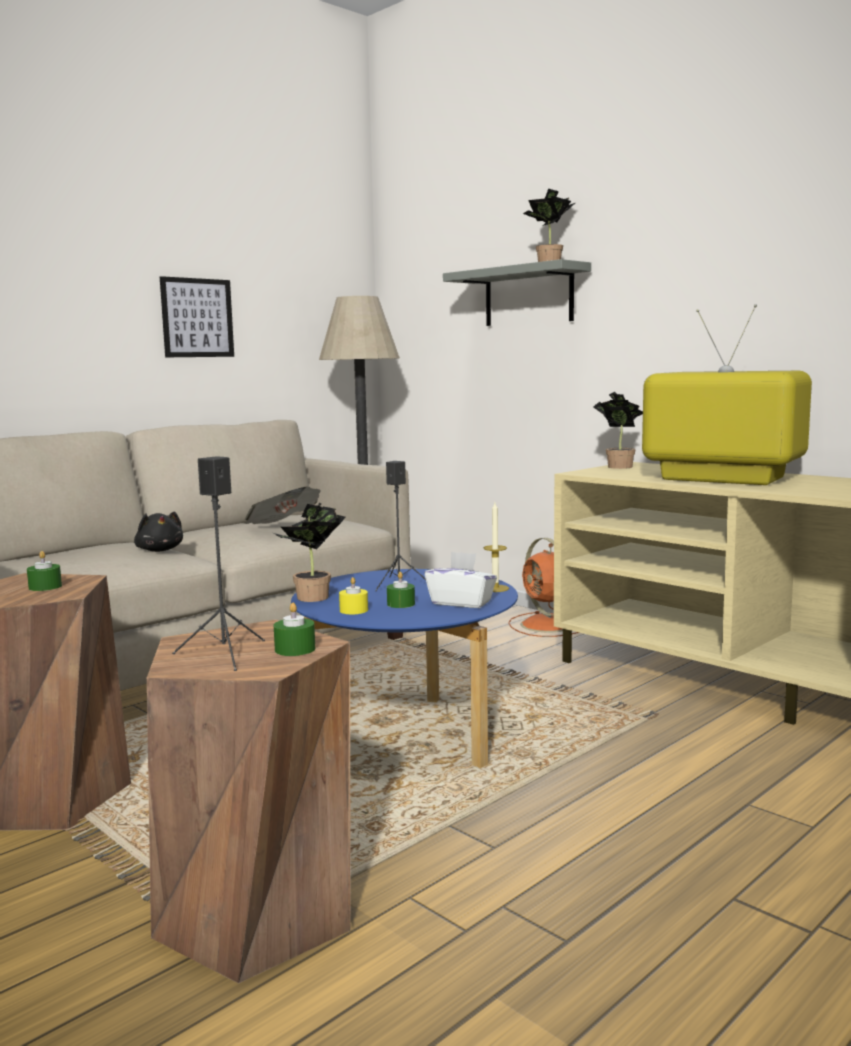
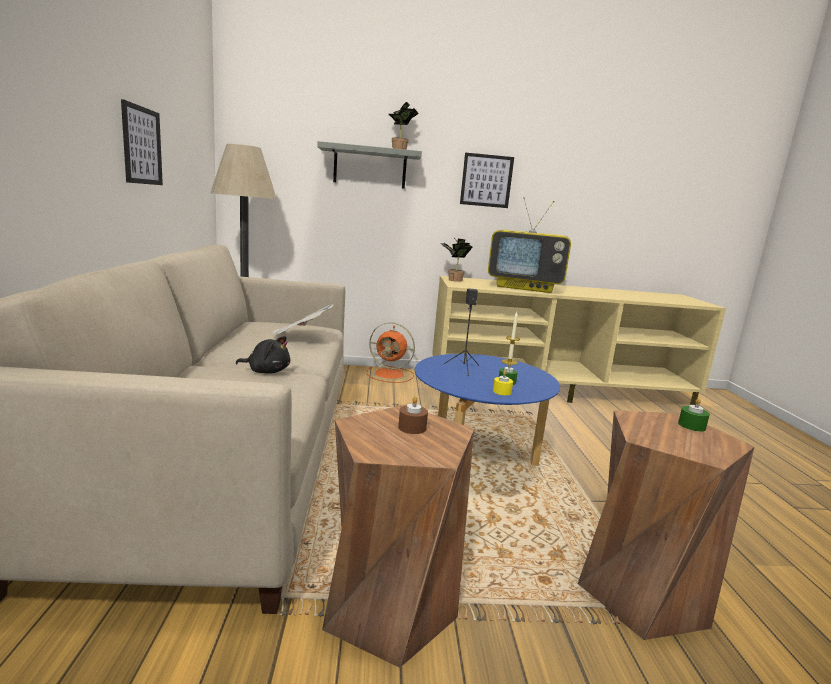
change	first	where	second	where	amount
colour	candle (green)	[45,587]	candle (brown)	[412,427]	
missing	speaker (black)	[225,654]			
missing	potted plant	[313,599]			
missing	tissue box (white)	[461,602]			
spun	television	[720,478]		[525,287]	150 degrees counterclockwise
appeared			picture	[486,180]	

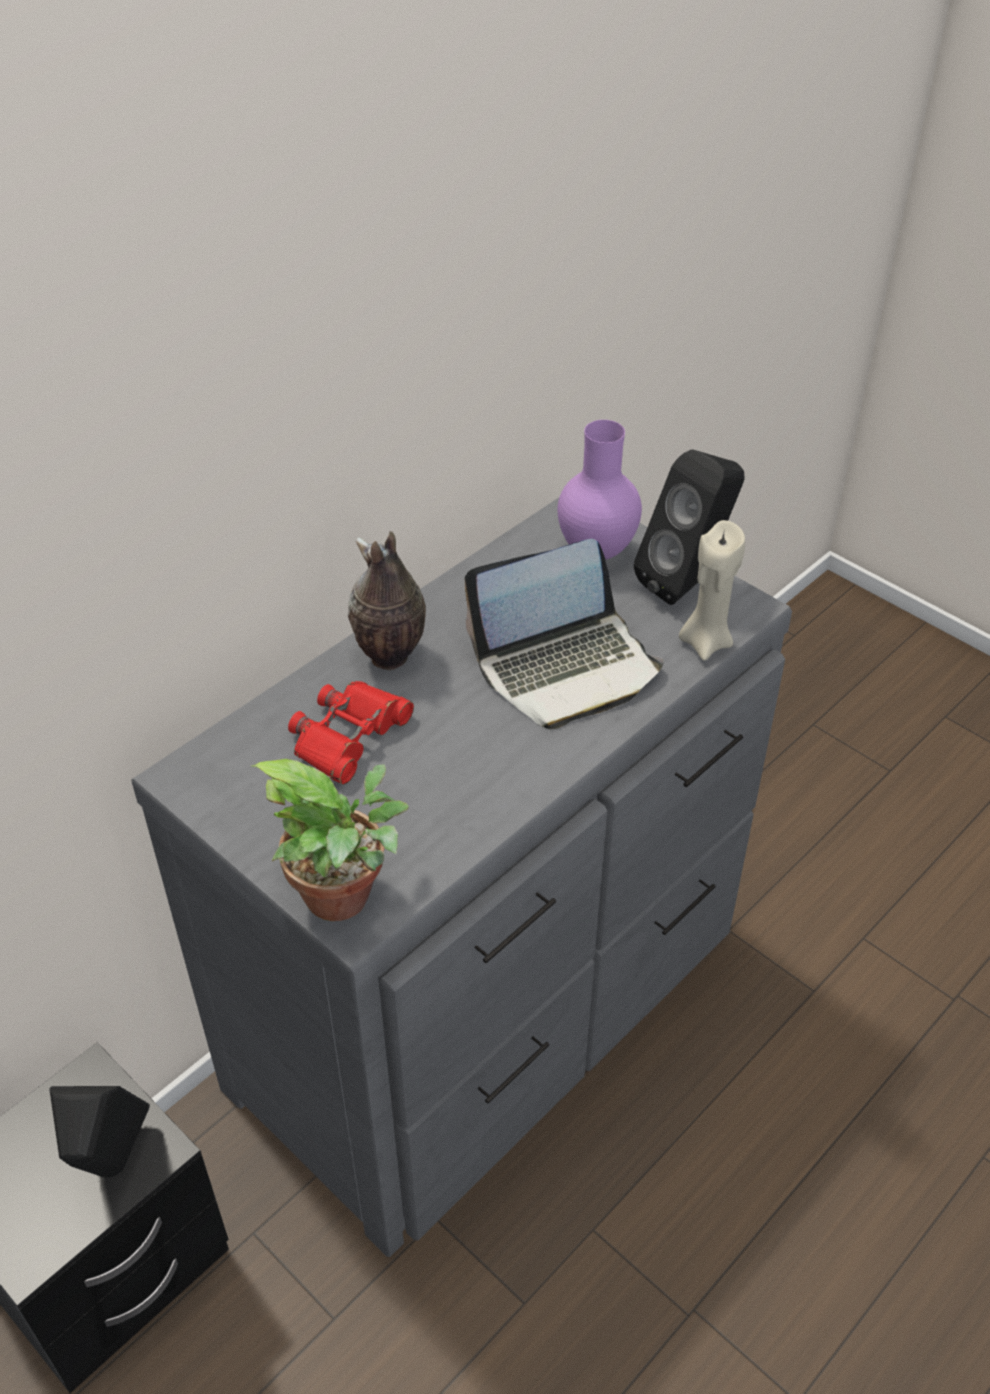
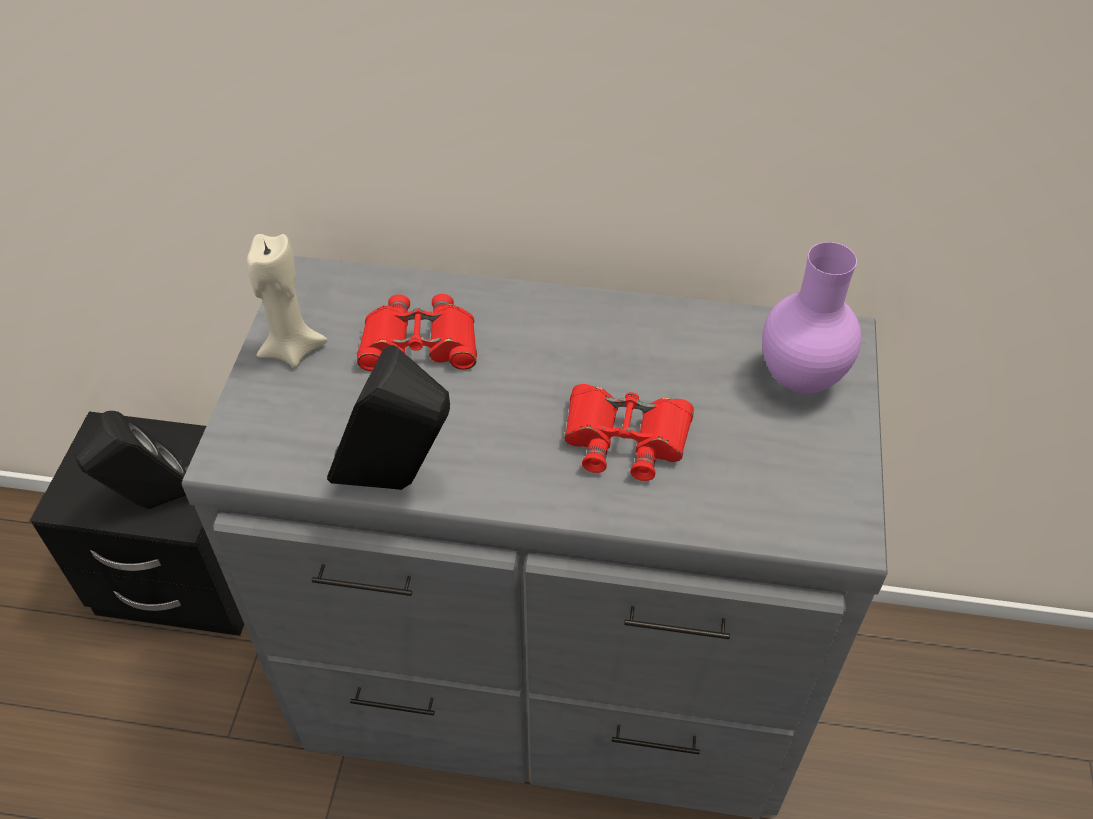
change	first	where	second	where	amount
missing	potted plant	[346,898]			
missing	vase	[389,658]			
exchanged	laptop	[566,667]	binoculars (red)	[625,438]	
relocated	speaker (black)	[687,582]		[398,482]	
relocated	candle (beige)	[705,642]		[292,349]	

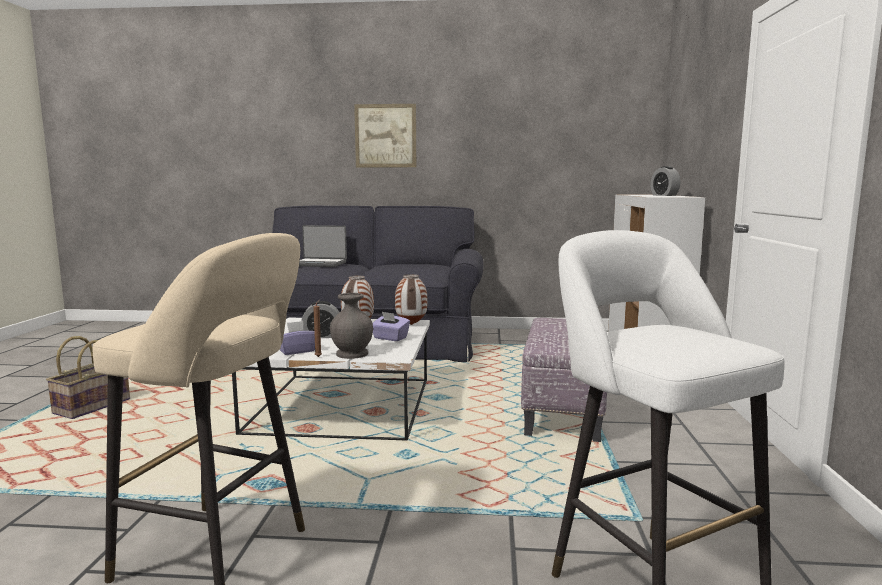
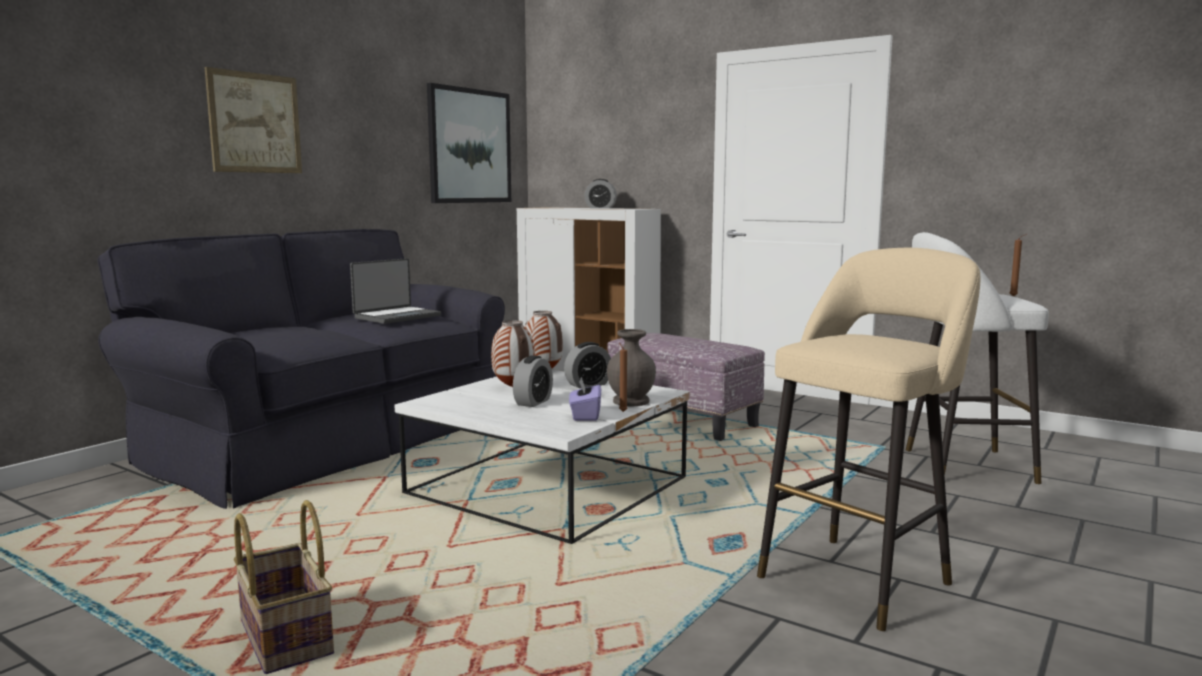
change	first	where	second	where	amount
relocated	laptop	[319,264]		[396,317]	
exchanged	tissue box (purple)	[390,338]	alarm clock	[588,385]	
appeared			picture	[469,146]	
appeared			candle (brown)	[1014,296]	

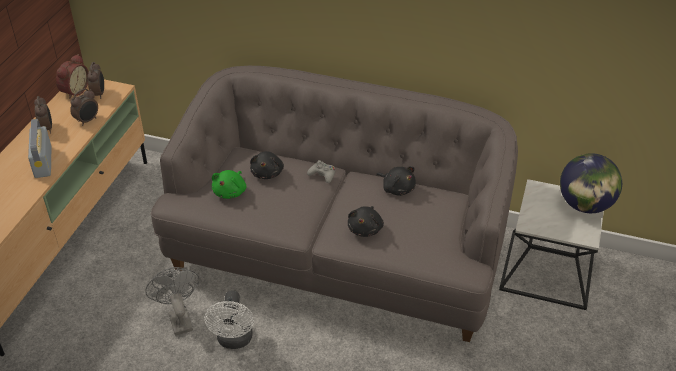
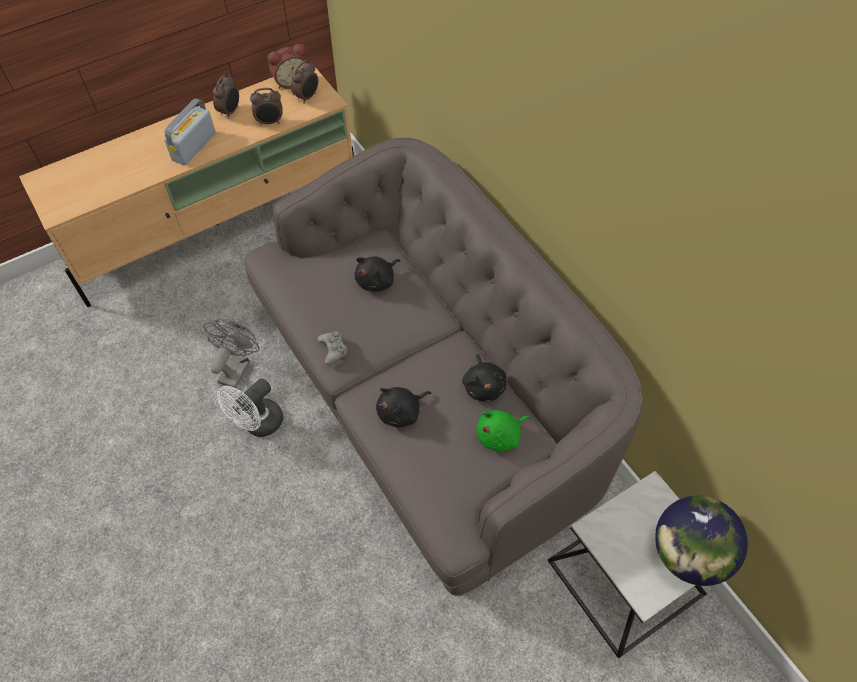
change	first	where	second	where	amount
relocated	plush toy (green)	[230,192]		[500,436]	
relocated	game controller (grey)	[322,175]		[334,350]	

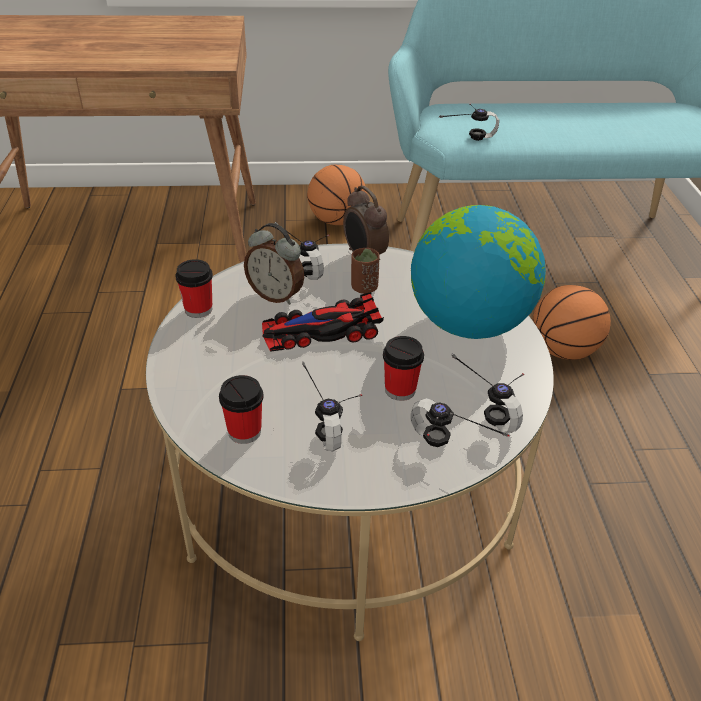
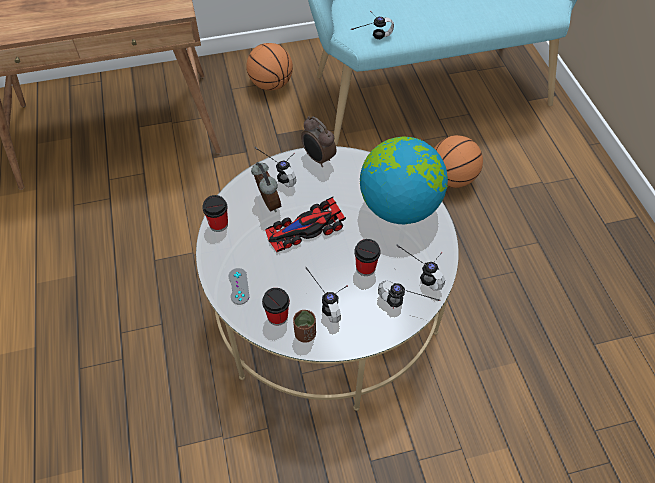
change	first	where	second	where	amount
spun	alarm clock	[276,295]		[267,203]	135 degrees counterclockwise
relocated	cup (brown)	[364,288]		[305,334]	
appeared			game controller (grey)	[238,286]	

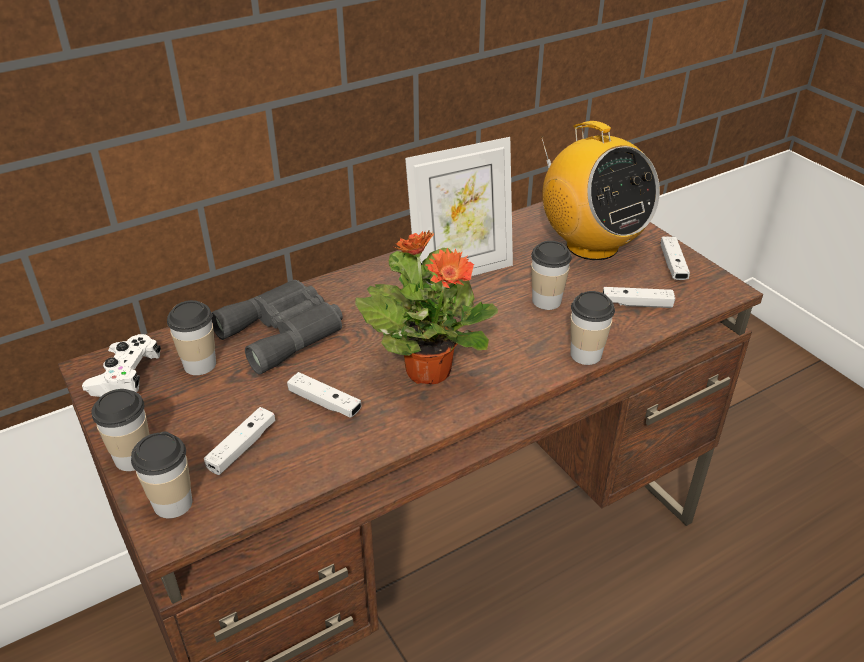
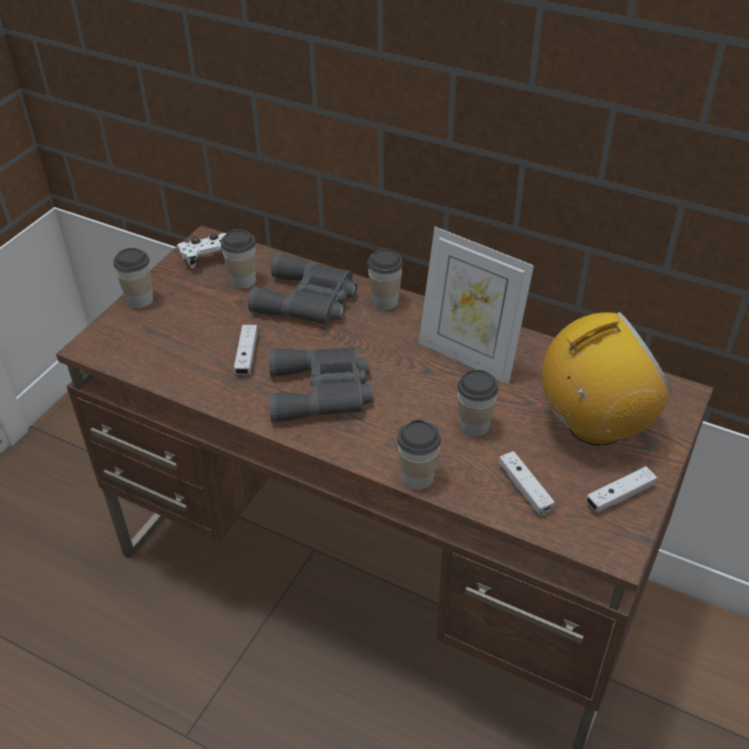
change	first	where	second	where	amount
relocated	cup	[172,503]		[385,301]	
missing	game controller (white)	[242,447]			
exchanged	potted plant	[427,369]	binoculars (grey)	[323,391]	
spun	radio	[591,245]		[594,424]	135 degrees counterclockwise

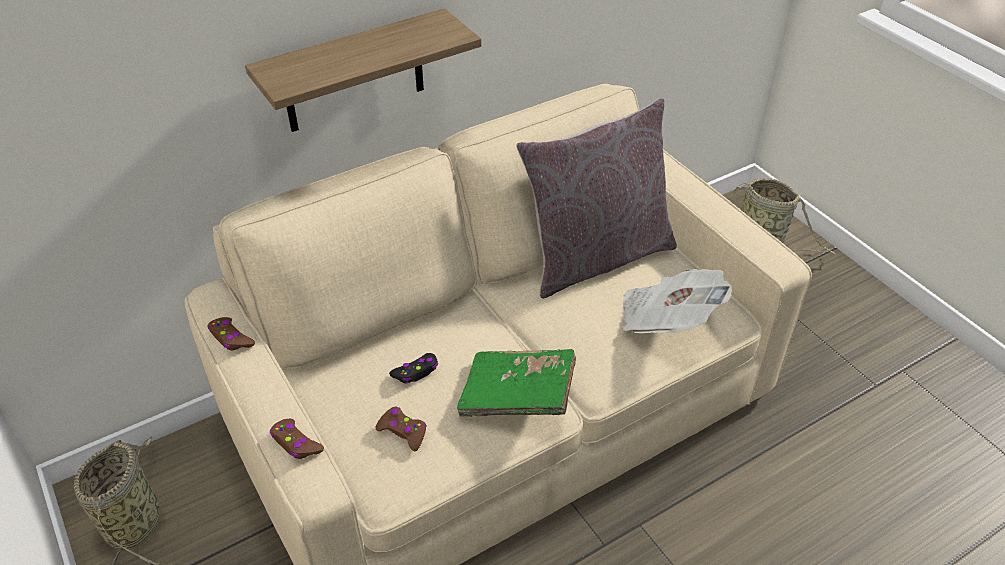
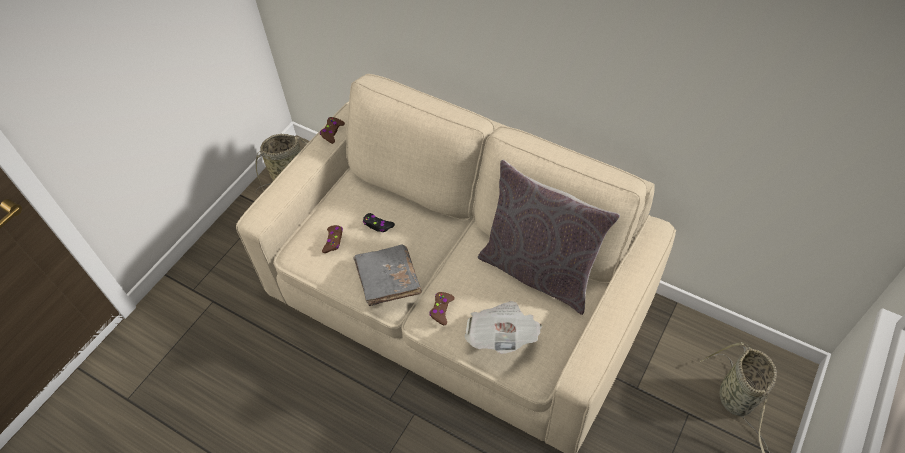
change	first	where	second	where	amount
missing	shelf	[354,73]			
relocated	game controller (brown)	[296,444]		[441,310]	
colour	book (green)	[518,396]	book (grey)	[388,281]	

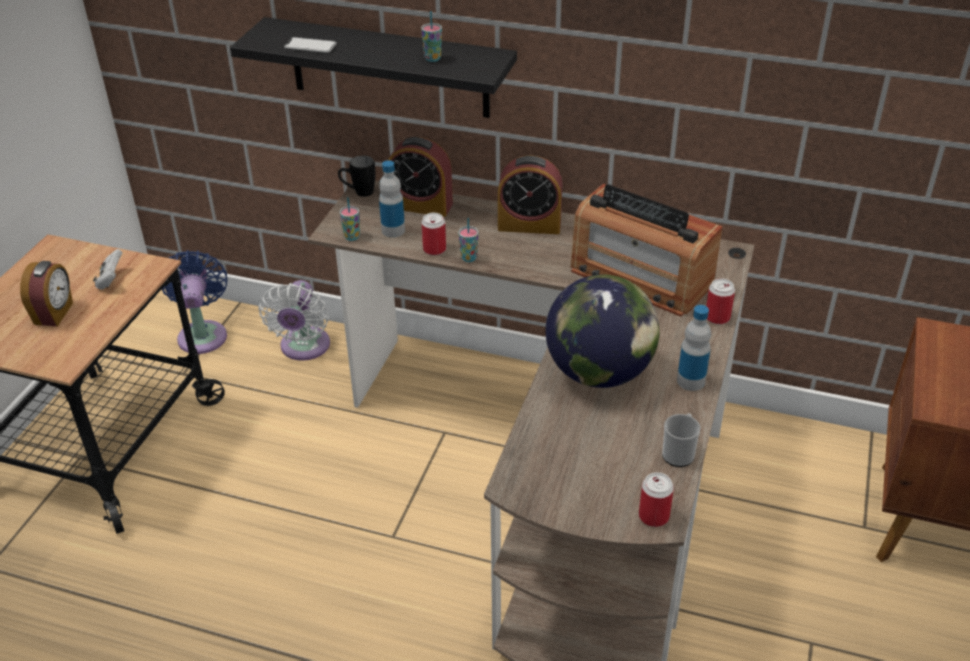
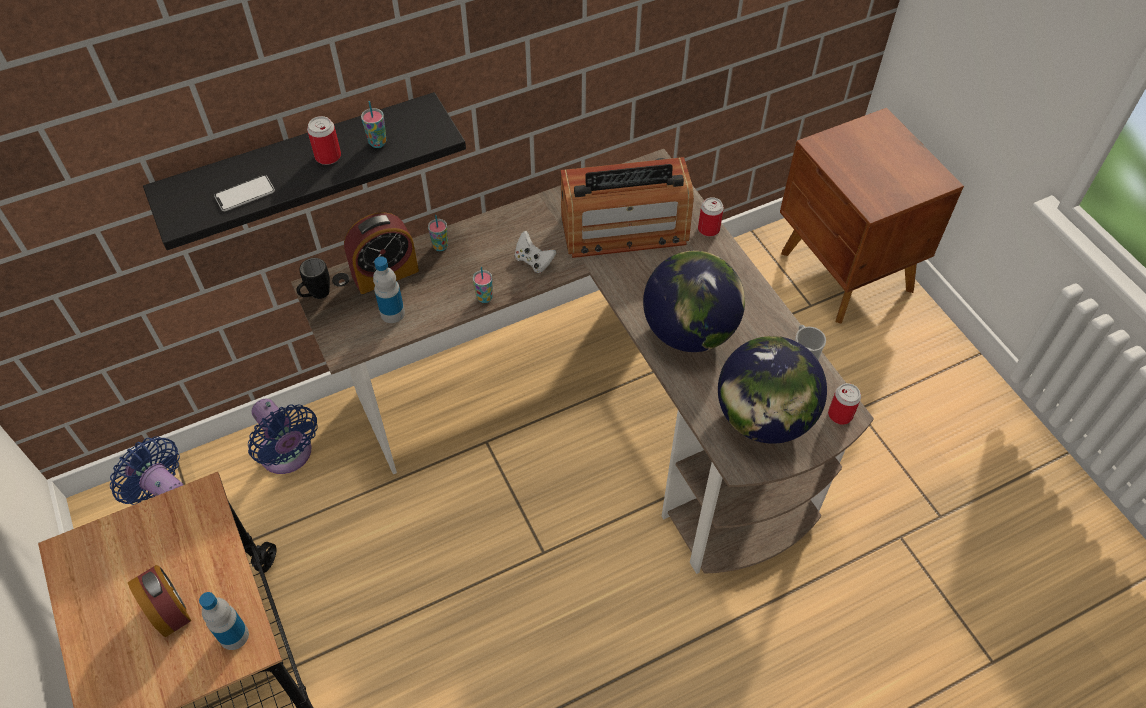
change	first	where	second	where	amount
relocated	game controller (white)	[111,280]		[534,261]	
colour	fan (white)	[303,348]	fan (blue)	[288,455]	
relocated	cup	[352,237]		[440,246]	
relocated	can	[434,249]		[328,156]	
missing	alarm clock	[529,225]			
relocated	bottle	[691,381]		[234,636]	
appeared			globe	[763,418]	

